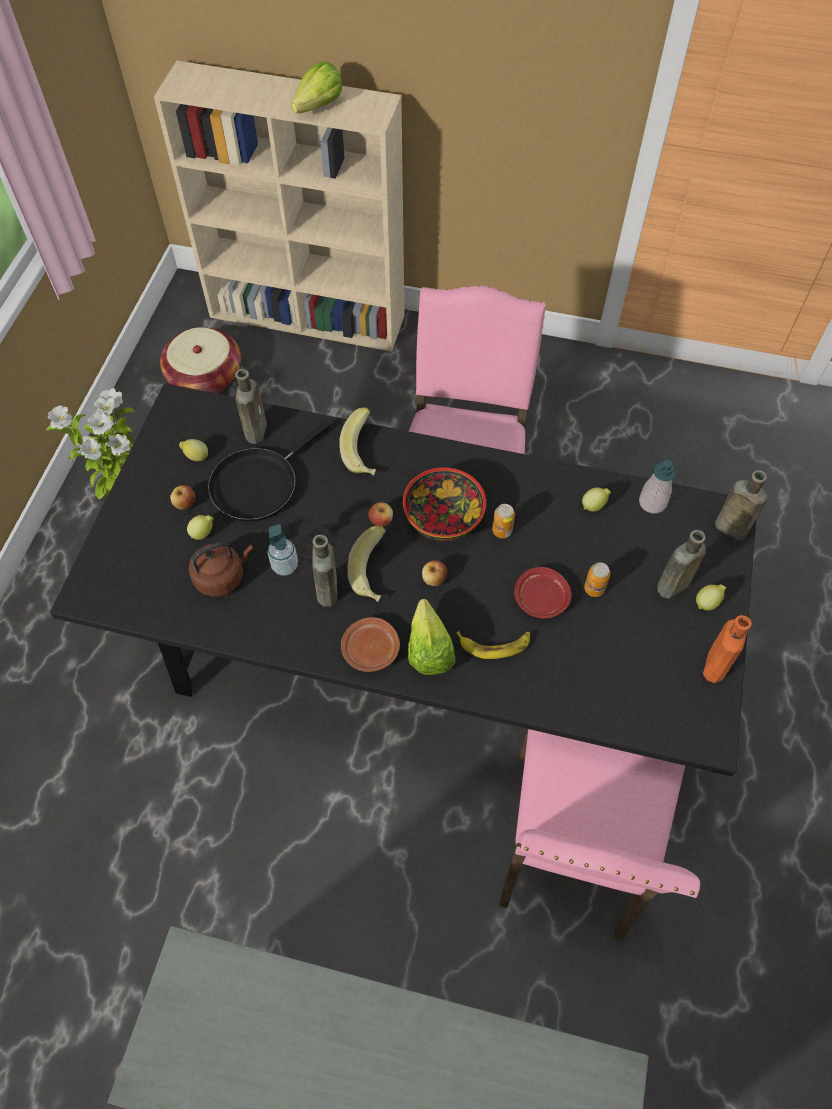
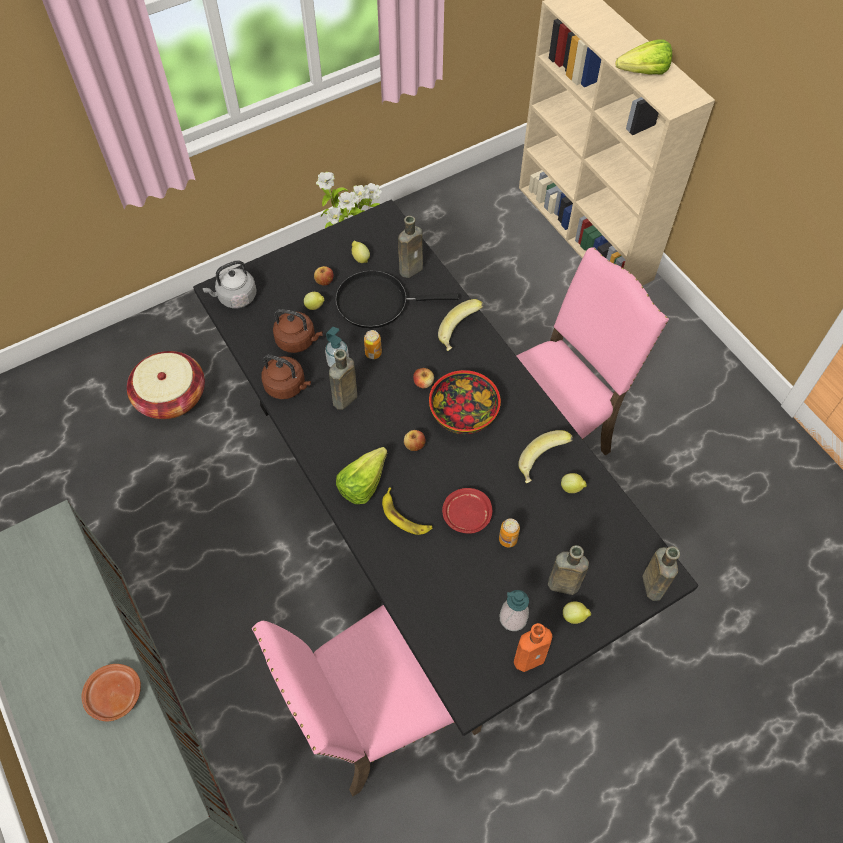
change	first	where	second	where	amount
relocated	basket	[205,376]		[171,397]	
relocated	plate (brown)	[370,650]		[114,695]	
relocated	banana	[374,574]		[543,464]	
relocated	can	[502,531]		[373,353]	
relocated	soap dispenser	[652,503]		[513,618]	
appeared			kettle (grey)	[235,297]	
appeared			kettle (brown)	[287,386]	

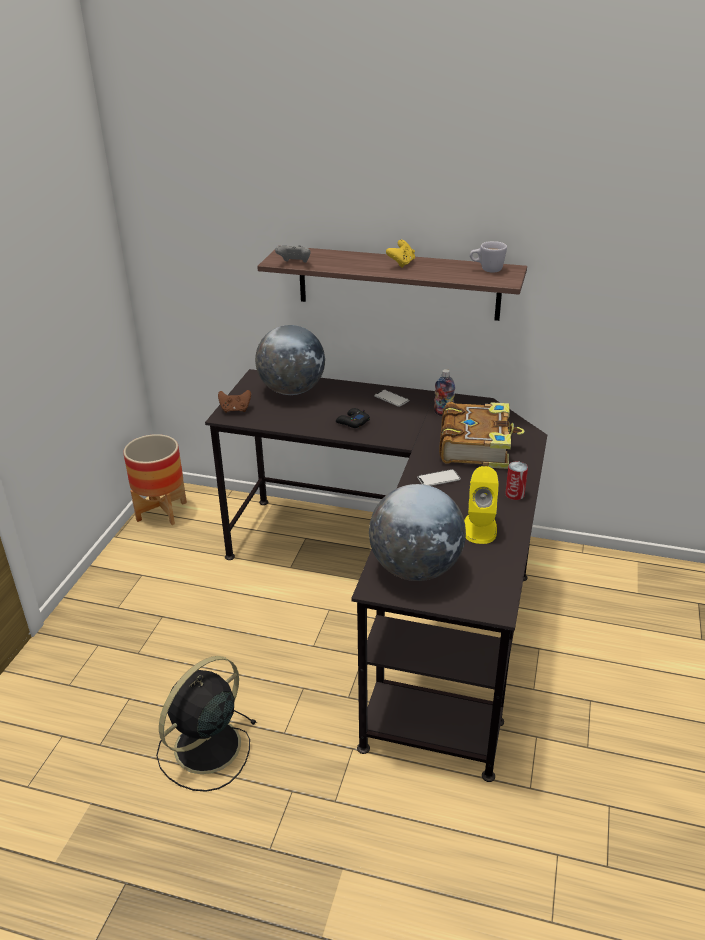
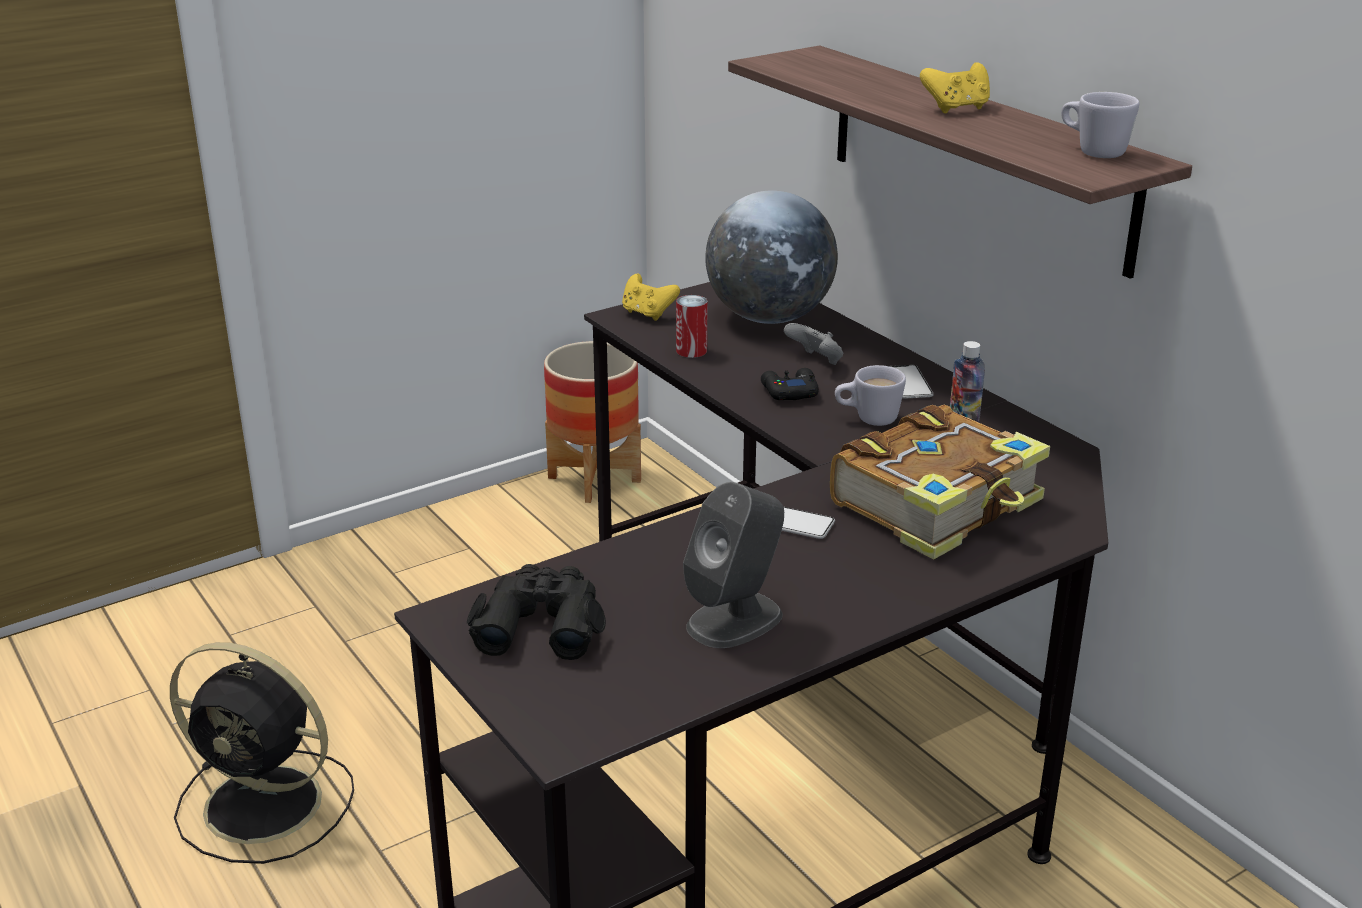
change	first	where	second	where	amount
spun	fan (black)	[205,748]		[268,805]	150 degrees counterclockwise
colour	game controller (brown)	[235,410]	game controller (yellow)	[648,314]	
relocated	game controller (grey)	[294,264]		[815,361]	
exchanged	globe	[415,569]	binoculars (black)	[540,623]	
colour	speaker (yellow)	[479,528]	speaker (grey)	[735,620]	
relocated	can	[515,494]		[691,351]	
appeared			mug (white)	[867,419]	

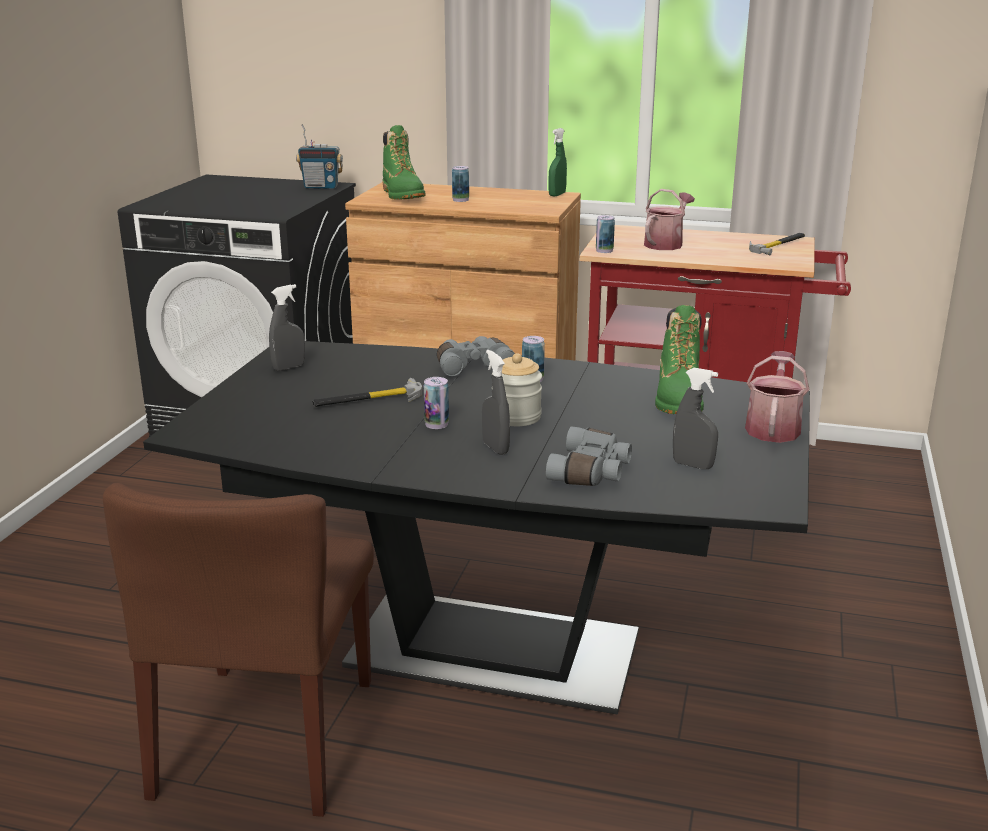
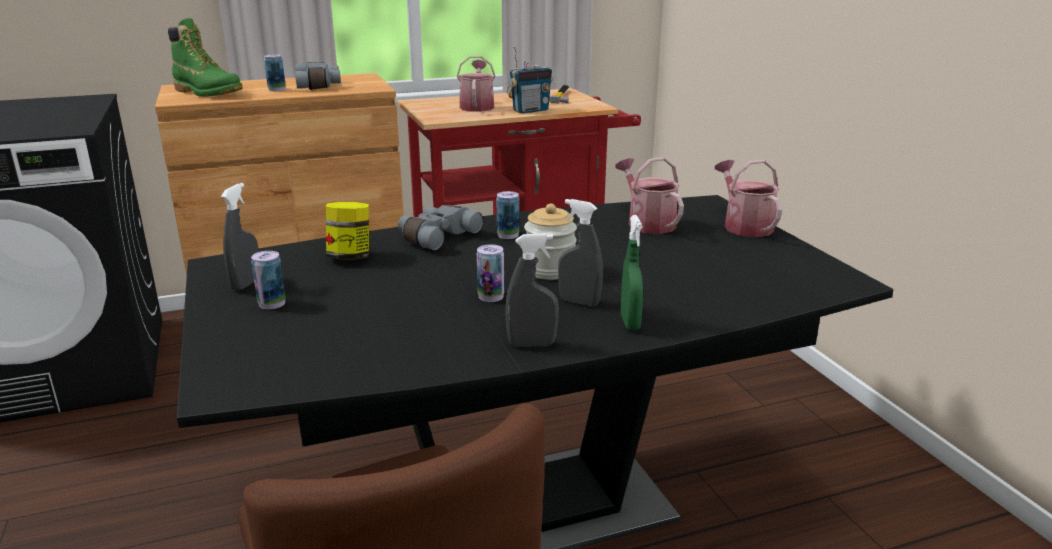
change	first	where	second	where	amount
relocated	radio	[321,187]		[530,111]	
missing	hammer	[368,400]			
relocated	binoculars (grey)	[592,472]		[319,85]	
relocated	spray bottle (green)	[557,195]		[630,323]	
relocated	can	[604,251]		[272,303]	
exchanged	boot (green)	[679,400]	watering can	[647,223]	
relocated	spray bottle (grey)	[692,465]		[532,344]	
appeared			jar	[350,257]	

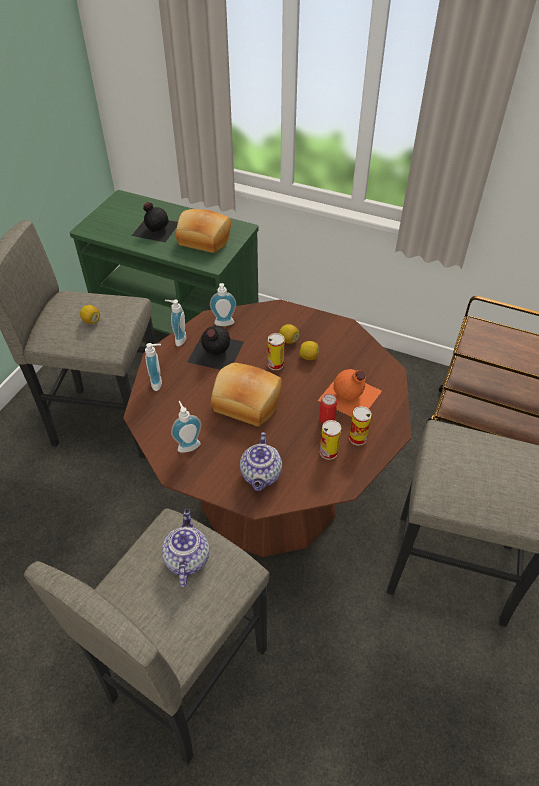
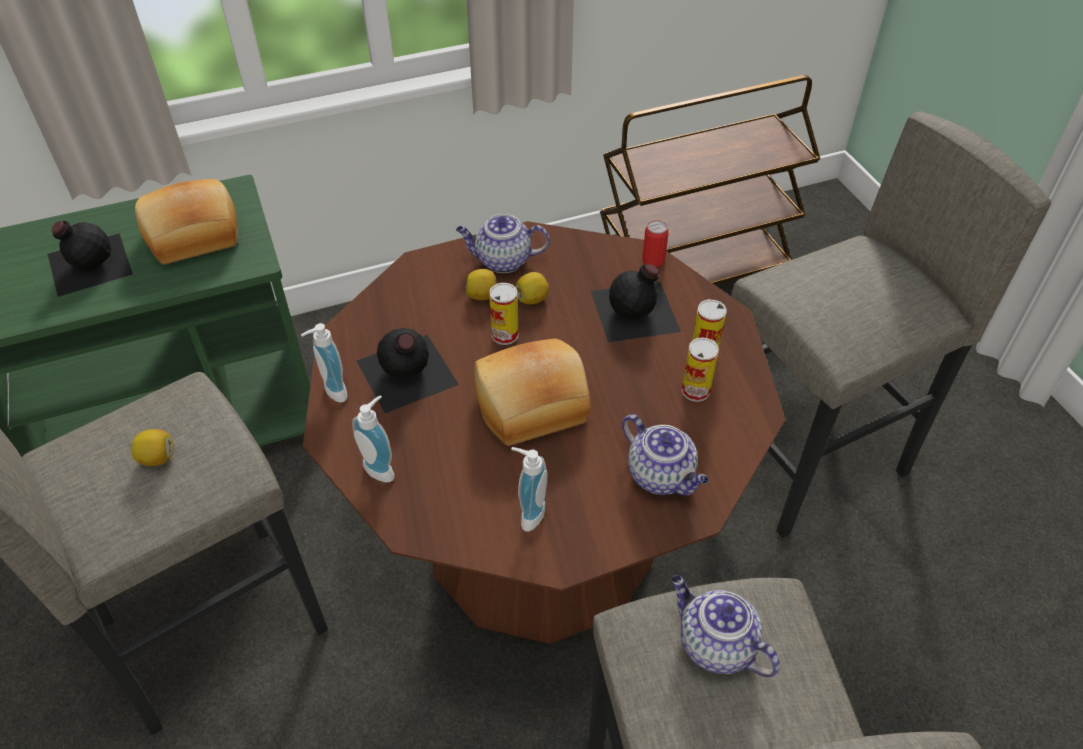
change	first	where	second	where	amount
missing	soap dispenser	[224,324]			
colour	bottle (orange)	[350,396]	bottle (black)	[636,311]	
relocated	can	[327,419]		[653,260]	
appeared			teapot	[502,261]	

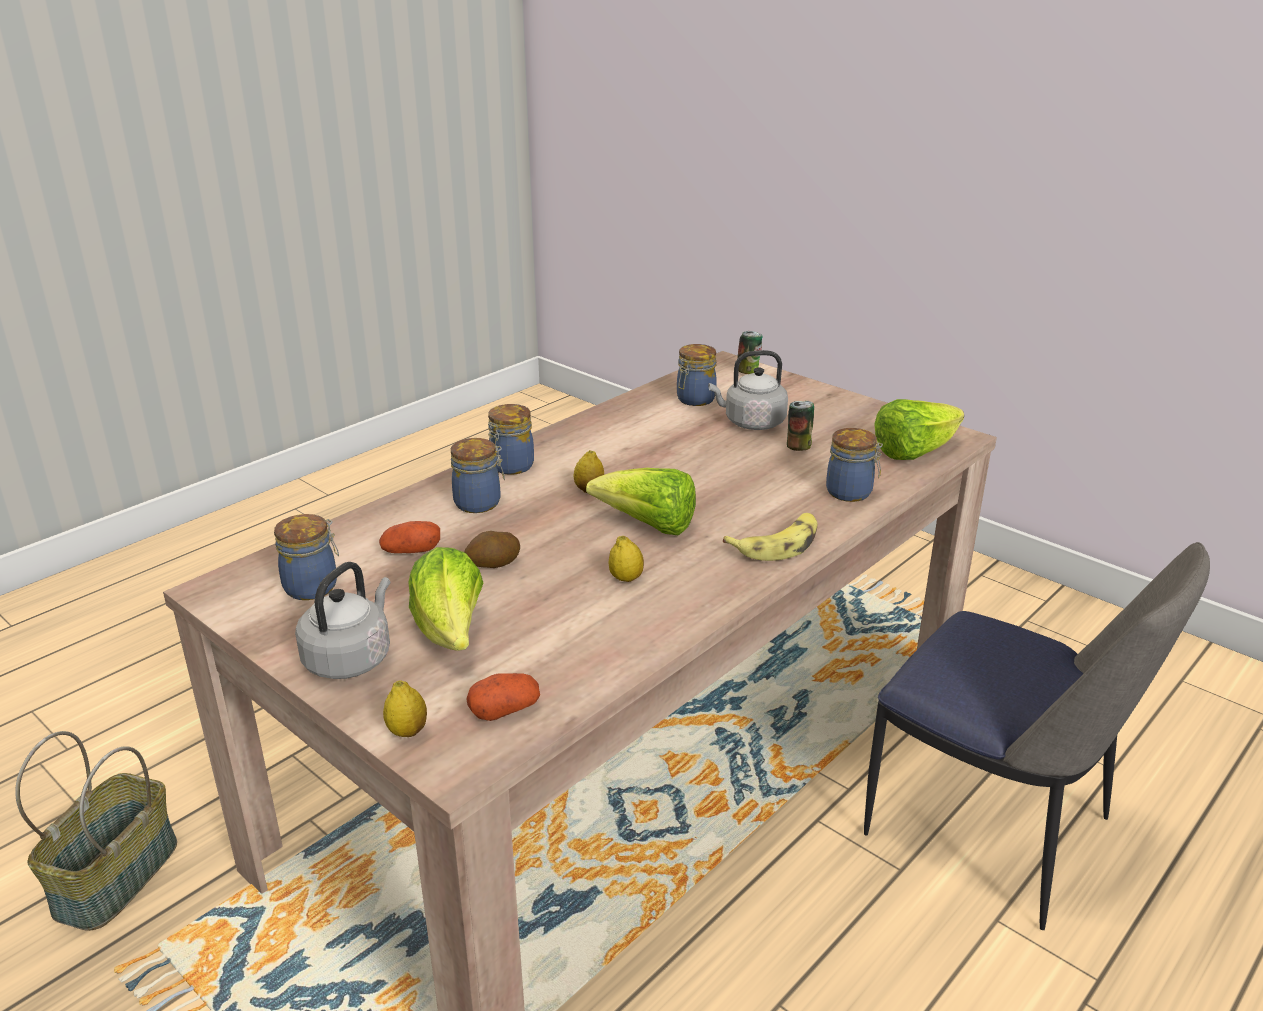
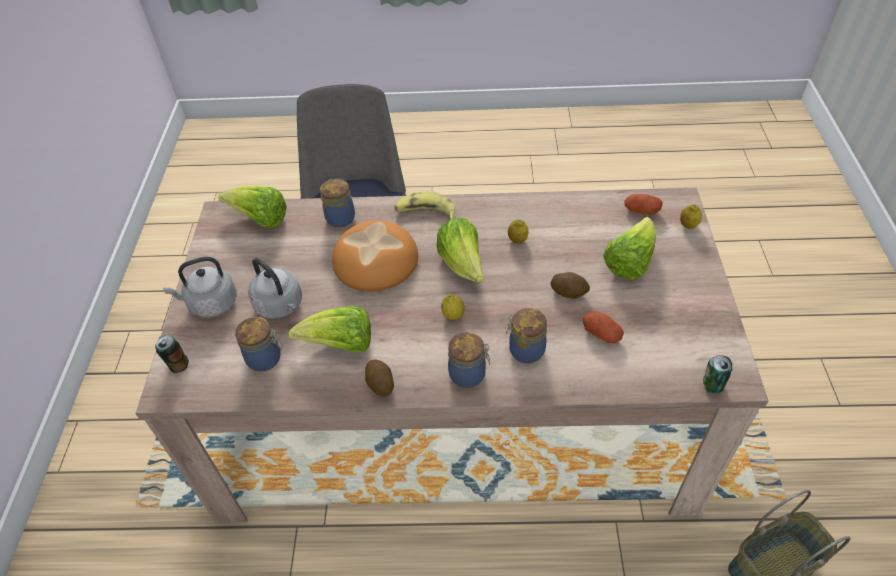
change	first	where	second	where	amount
missing	jar	[313,586]			
relocated	kettle (grey)	[350,658]		[210,304]	
relocated	can	[799,446]		[711,386]	
appeared			lettuce	[340,345]	
appeared			bread	[375,261]	
appeared			potato	[380,384]	

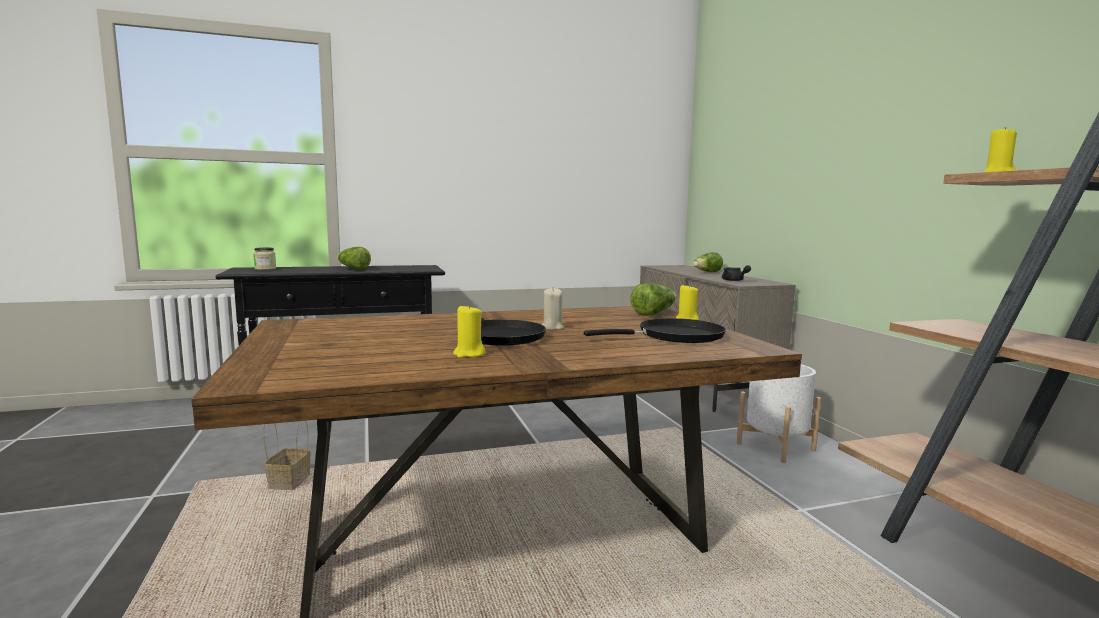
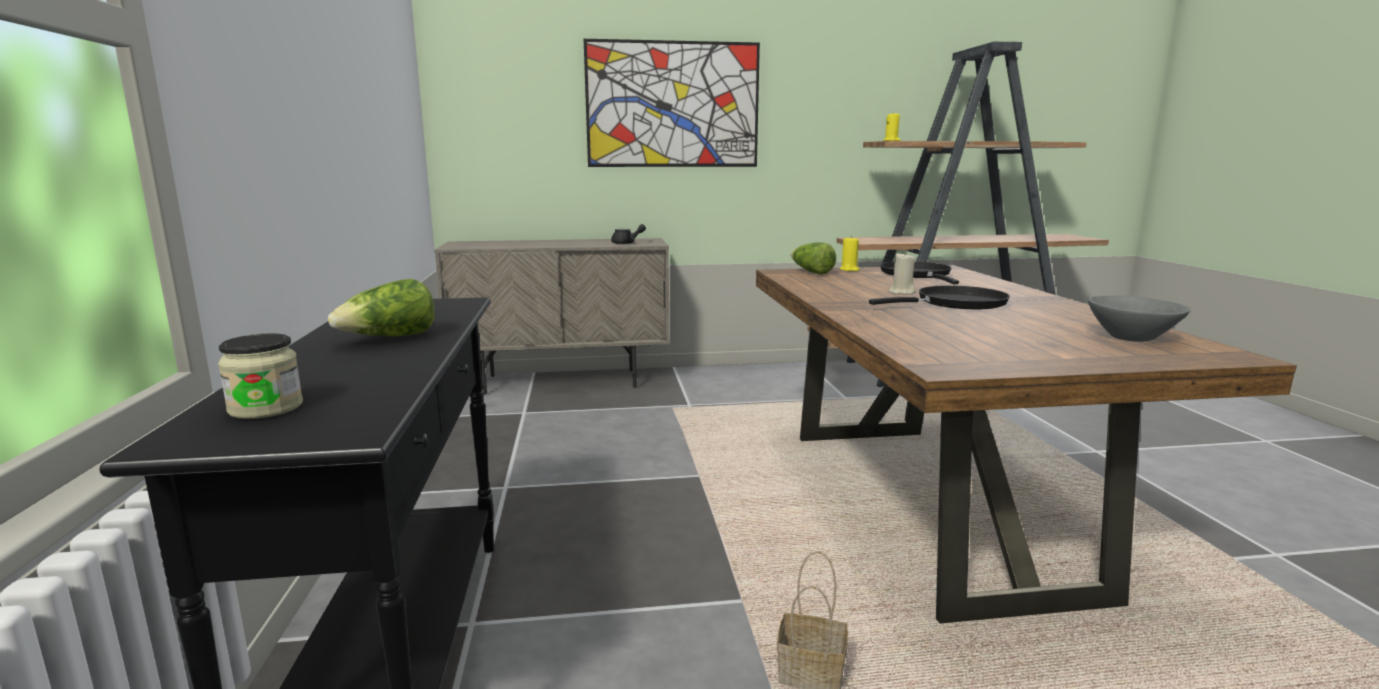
change	first	where	second	where	amount
missing	candle (yellow)	[469,354]			
missing	lettuce	[707,272]			
missing	planter (white)	[775,447]			
appeared			picture	[673,105]	
appeared			bowl (grey)	[1132,338]	

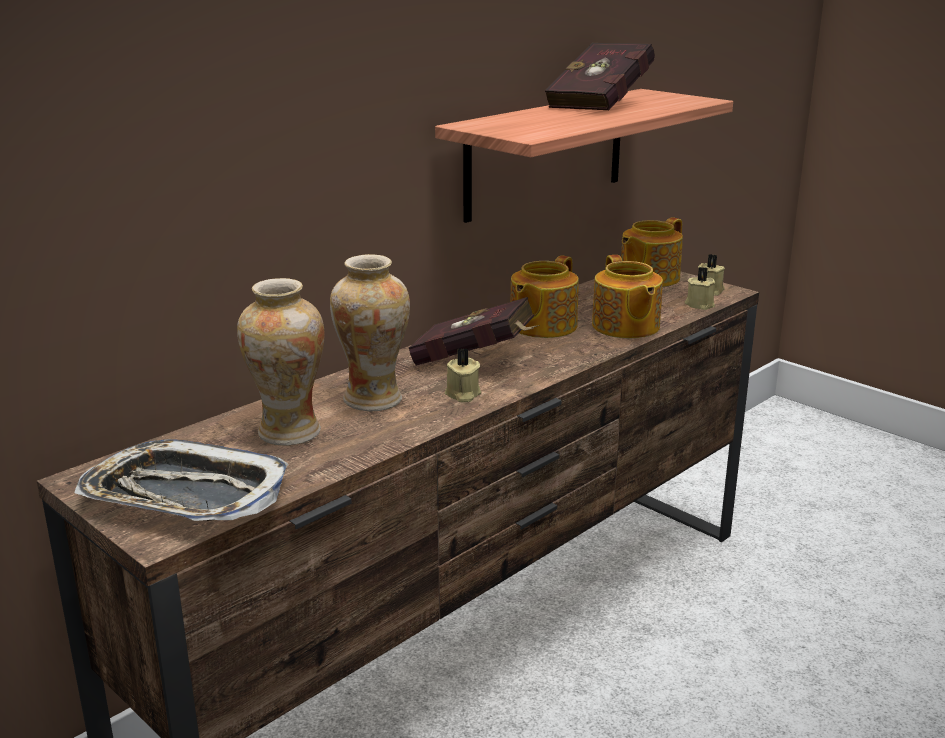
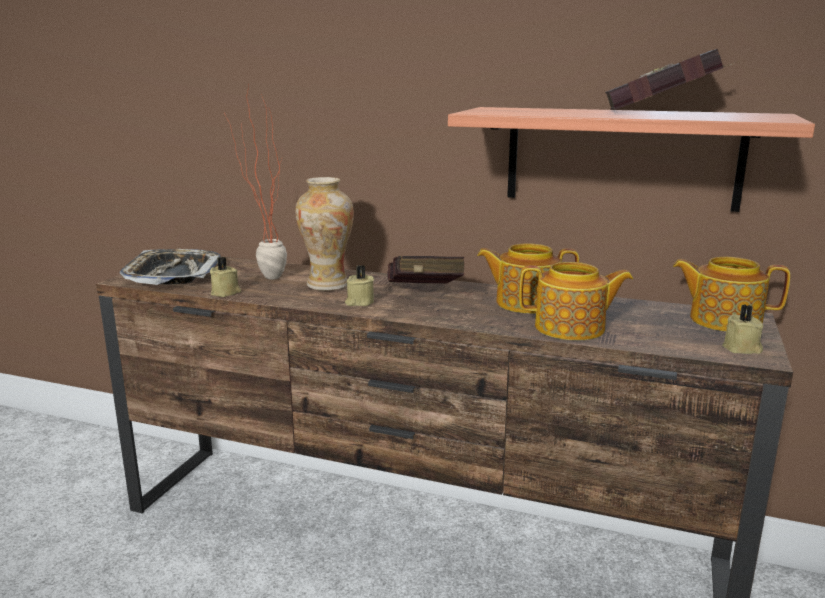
change	first	where	second	where	amount
exchanged	vase	[289,432]	potted plant	[263,277]	
spun	teapot	[625,327]		[571,328]	135 degrees counterclockwise
relocated	candle (beige)	[700,304]		[226,292]	

